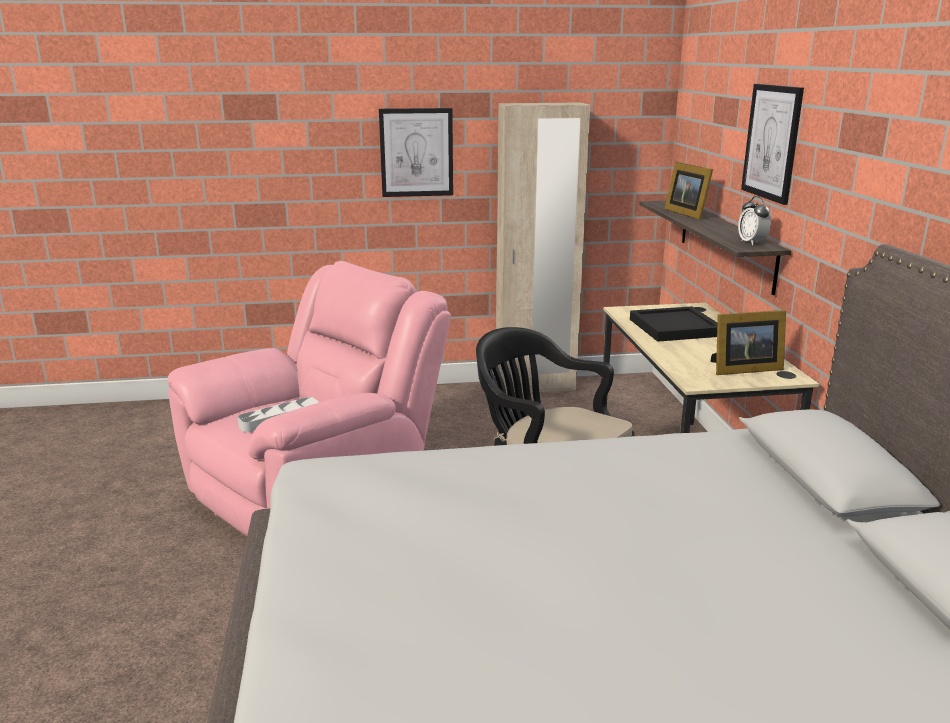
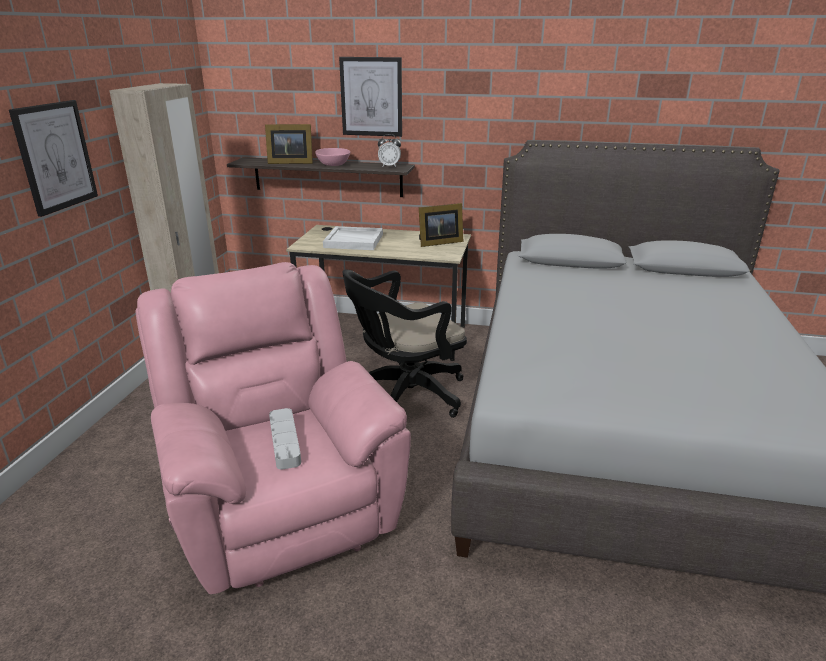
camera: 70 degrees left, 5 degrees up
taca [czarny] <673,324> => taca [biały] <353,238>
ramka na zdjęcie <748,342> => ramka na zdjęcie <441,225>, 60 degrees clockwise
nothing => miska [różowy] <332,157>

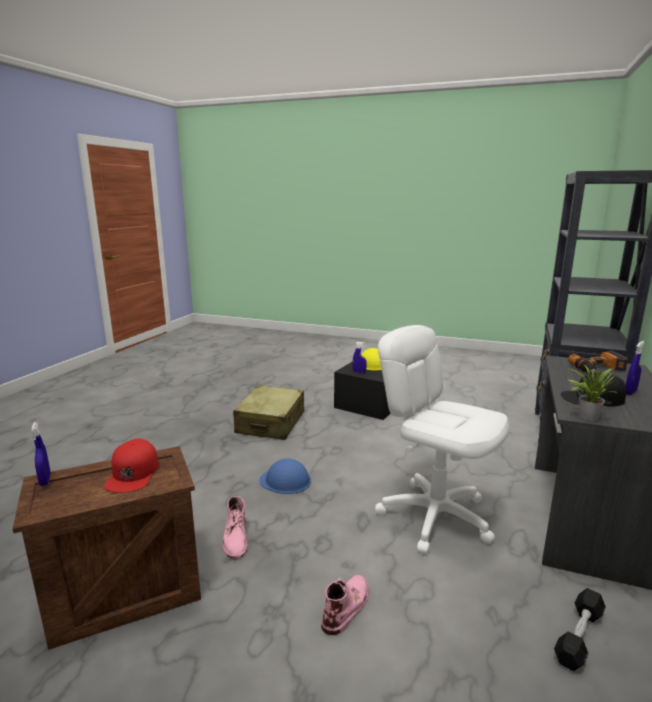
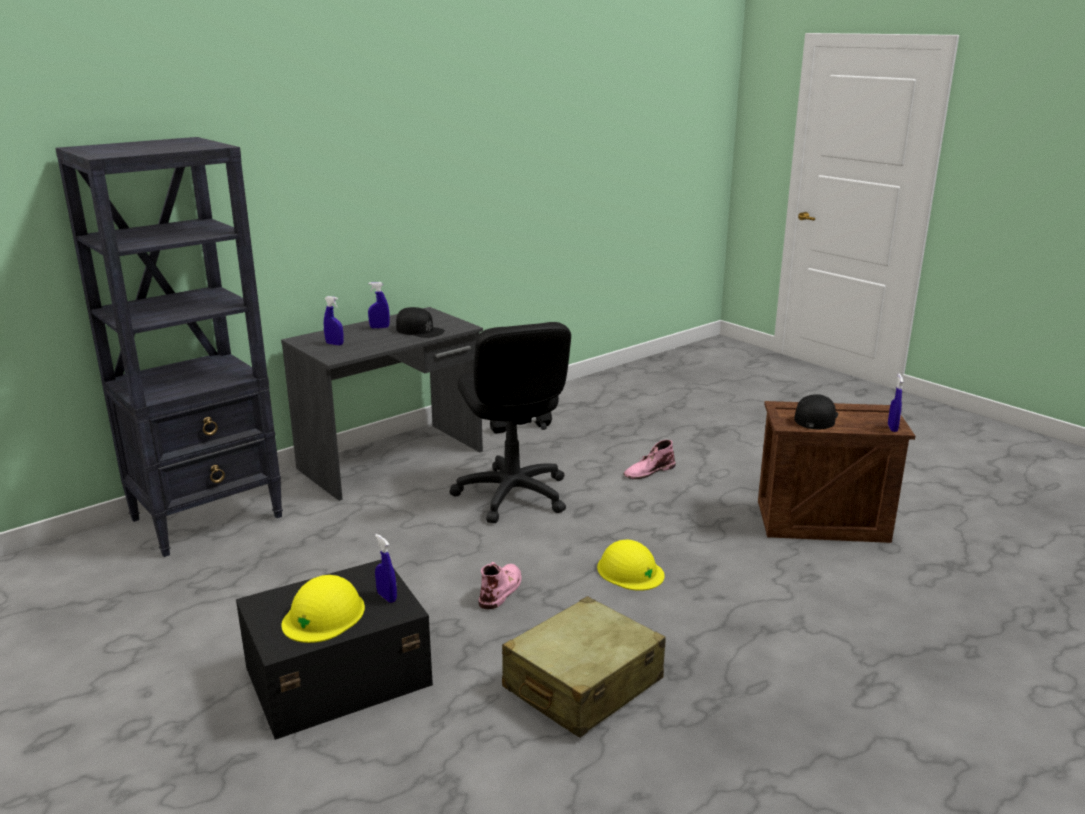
camera: 150 degrees left, 5 degrees up
czapka z daszkiem [czerwony] <131,466> => czapka z daszkiem [czarny] <816,411>
but z cholewką [różowy] <235,527> => but z cholewką [różowy] <500,585>, moved
kask [niebieski] <285,476> => kask [żółty] <631,565>
krzesło biurowe [biały] <442,439> => krzesło biurowe [czarny] <510,422>
wiertarka <598,362> => spryskiwacz [niebieski] <334,320>
roślina doniczkowa <592,393> => nothing

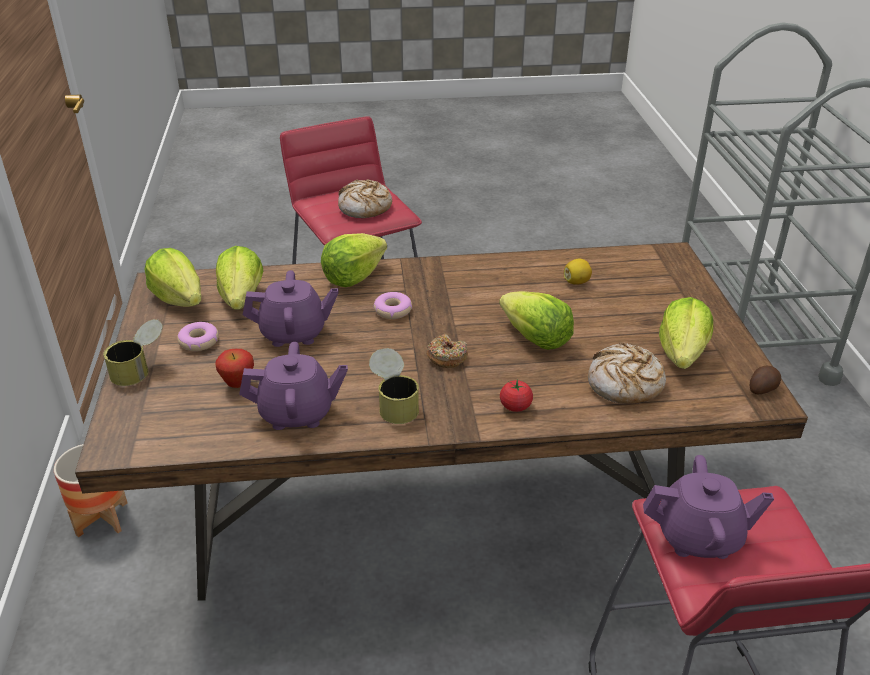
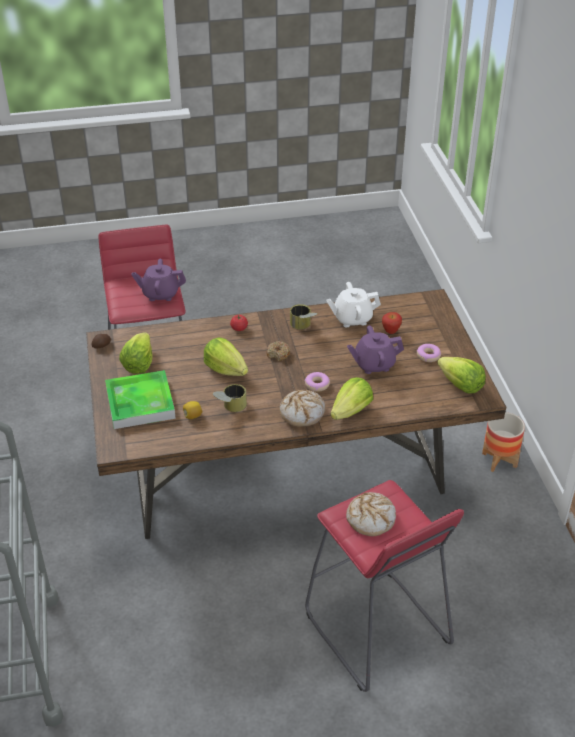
camera: 175 degrees right, 5 degrees up
puszka <133,352> => puszka <230,398>, moved
sałata <239,278> => nothing
imbryk [fioletowy] <293,386> => imbryk [biały] <353,304>
chleb <627,373> => chleb <302,408>, moved
nothing => taca <140,399>

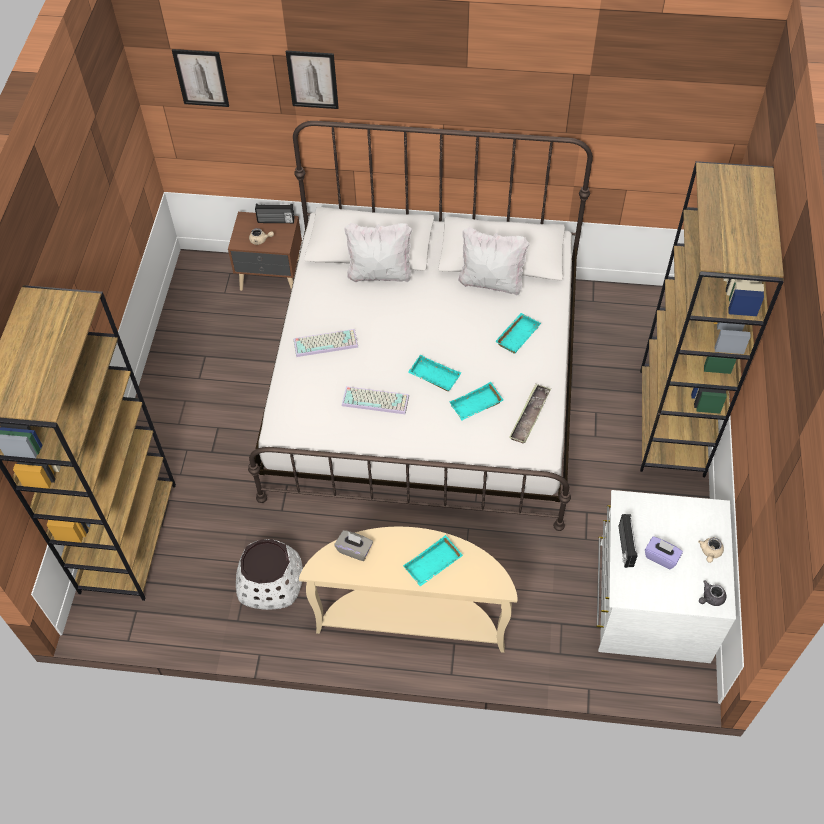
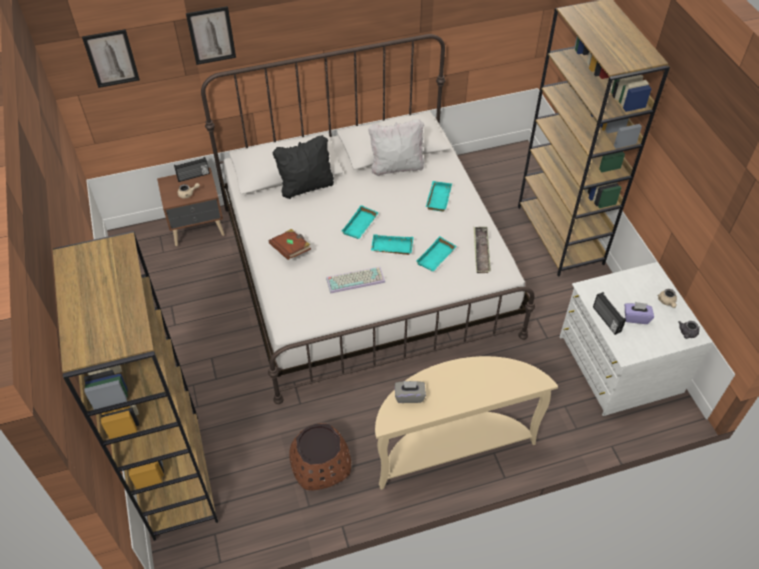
camera: 25 degrees left, 5 degrees down
donica [biały] <269,574> => donica [brązowy] <320,456>
klawiatura <326,343> => książka [brązowy] <290,244>
poduszka [biały] <378,253> => poduszka [czarny] <303,167>
taca [turkusowy] <433,561> => taca [turkusowy] <360,222>, moved

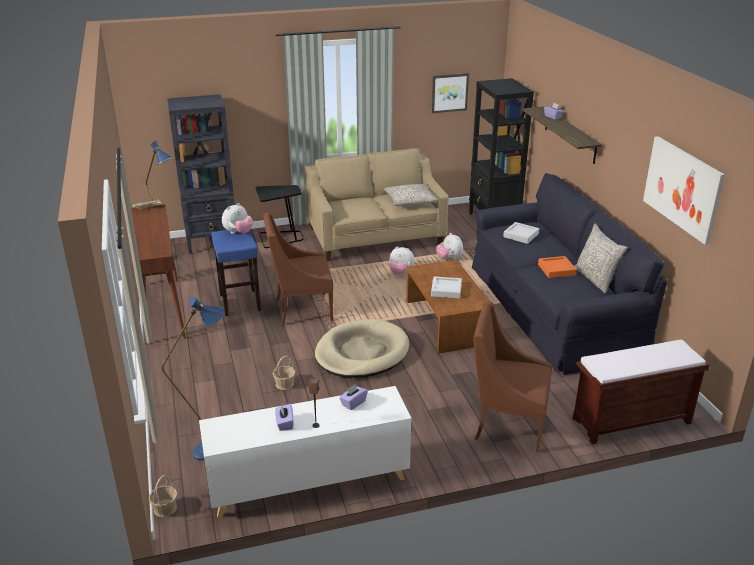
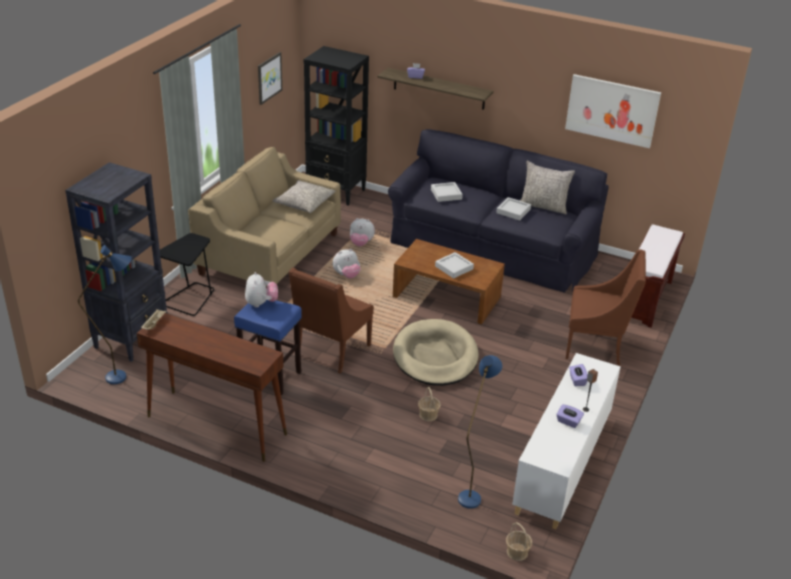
camera: 50 degrees left, 5 degrees up
fotel [brązowy] <512,377> => fotel [brązowy] <605,307>, 135 degrees counterclockwise
taca [pomarańczowy] <557,267> => taca [szary] <513,209>

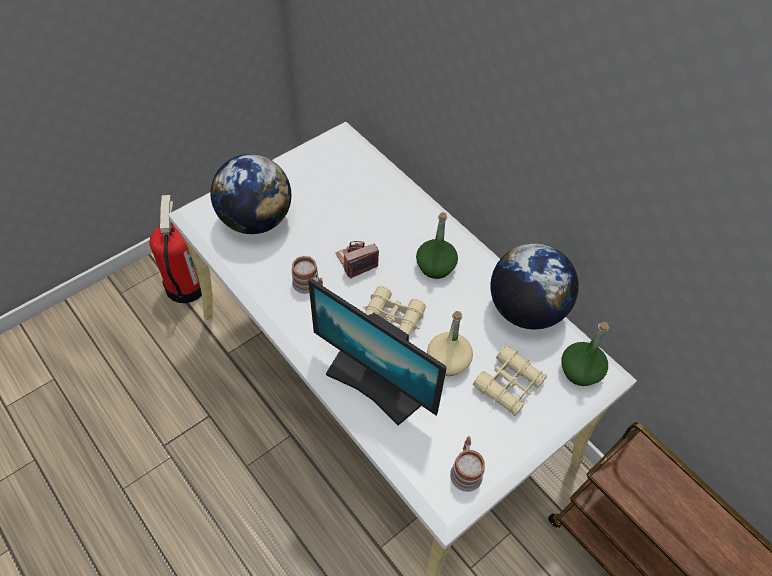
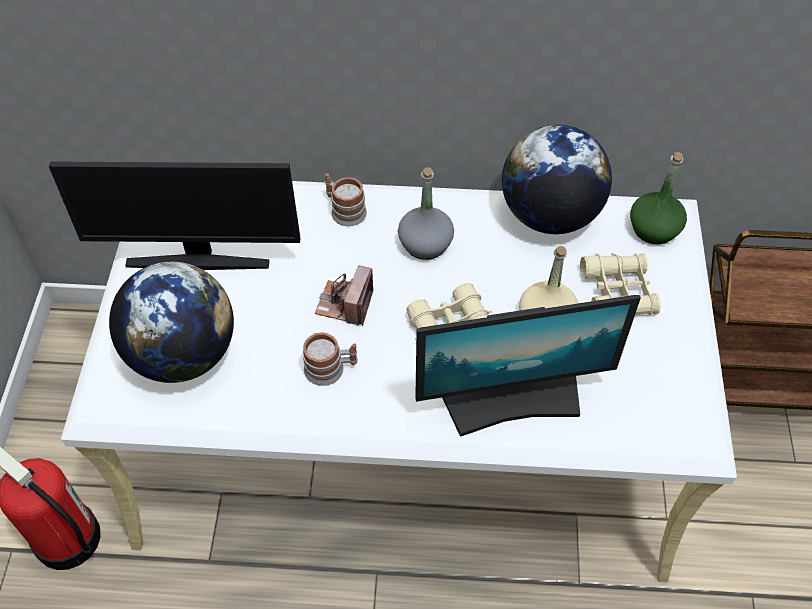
camera: 45 degrees left, 0 degrees up
butelka [zielony] <437,245> => butelka [szary] <426,213>
kubek <467,464> => kubek <346,199>, moved
nothing => monitor <174,215>

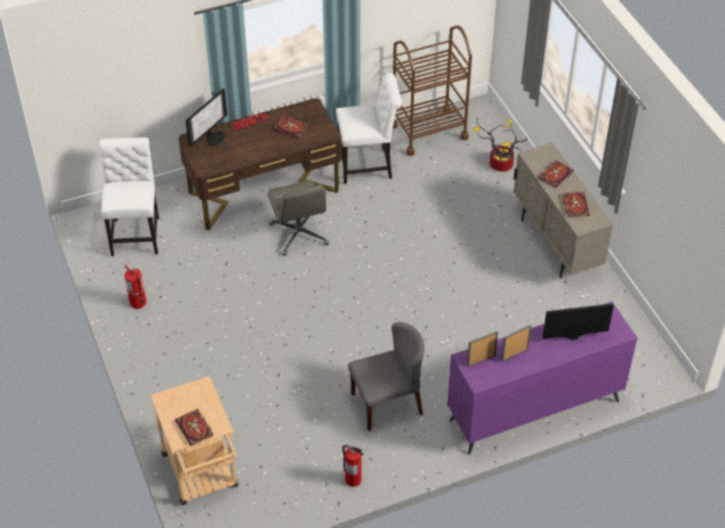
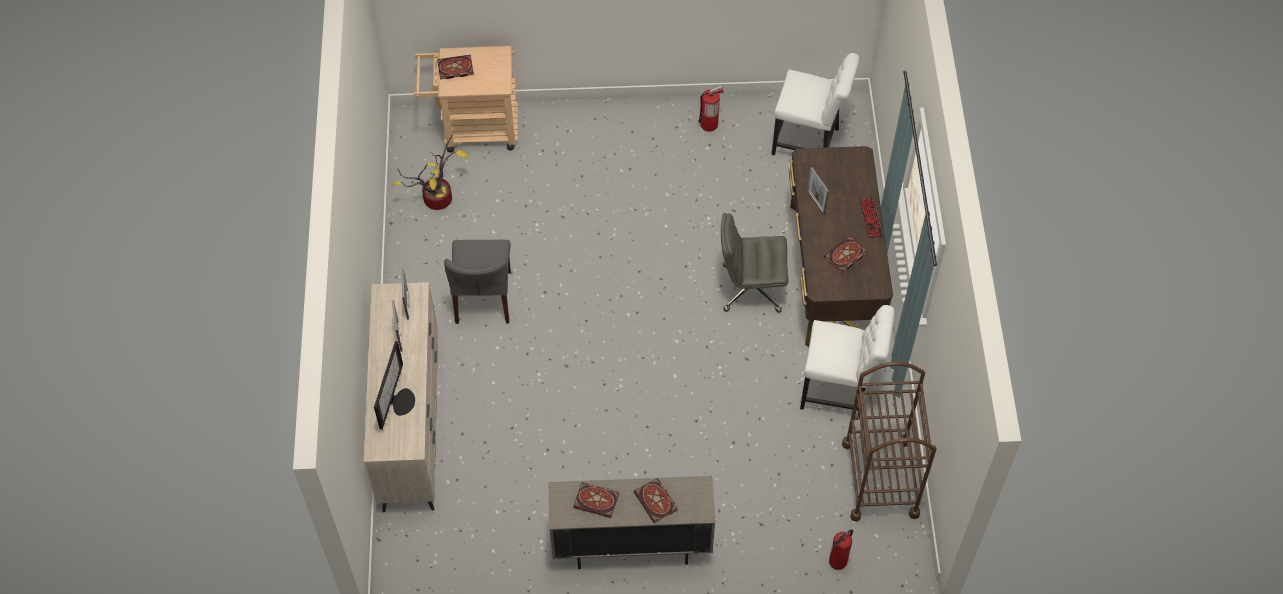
camera: 110 degrees right, 10 degrees up
monitor <206,118> => nothing
krzesło [biały] <369,128> => krzesło [biały] <847,360>, 90 degrees counterclockwise
gaśnica <353,466> => gaśnica <841,549>, moved
komoda [fioletowy] <542,378> => komoda [beżowy] <401,397>
roślina doniczkowa <500,144> => roślina doniczkowa <430,172>, moved
nothing => ramka na zdjęcie <818,190>

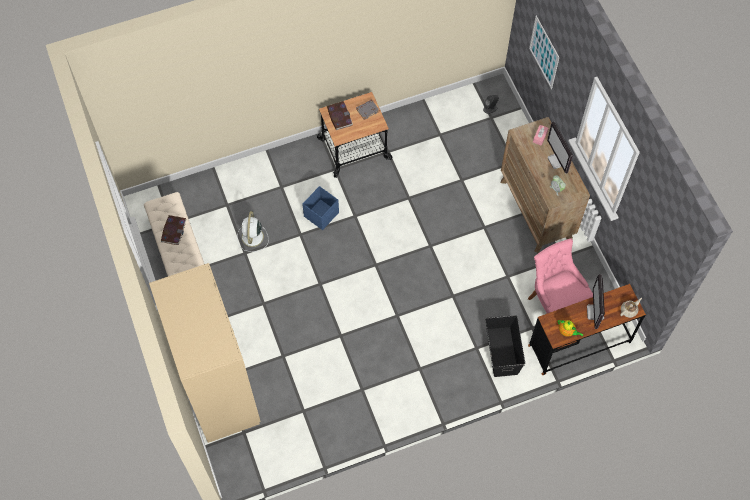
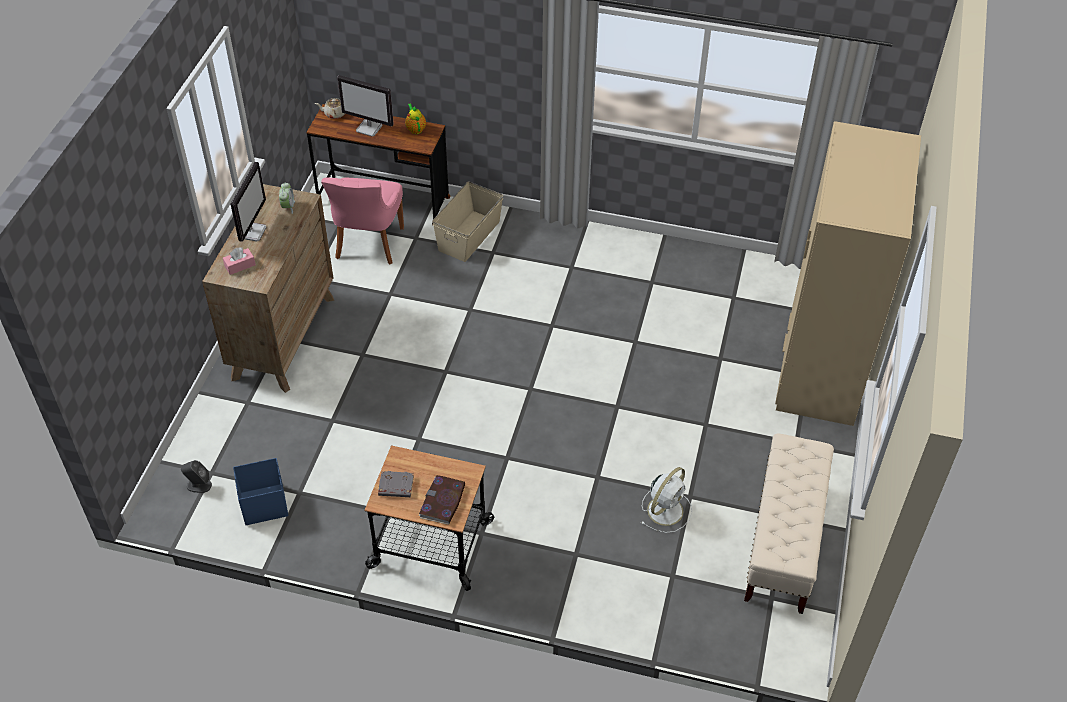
camera: 145 degrees left, 15 degrees down
książka <173,230> => nothing
pojemnik do przechowywania [niebieski] <320,208> => pojemnik do przechowywania [niebieski] <260,491>, moved
pojemnik do przechowywania [czarny] <505,346> => pojemnik do przechowywania [beżowy] <467,221>
obraz <544,52> => nothing
monitor <596,301> => monitor <365,106>, 75 degrees clockwise

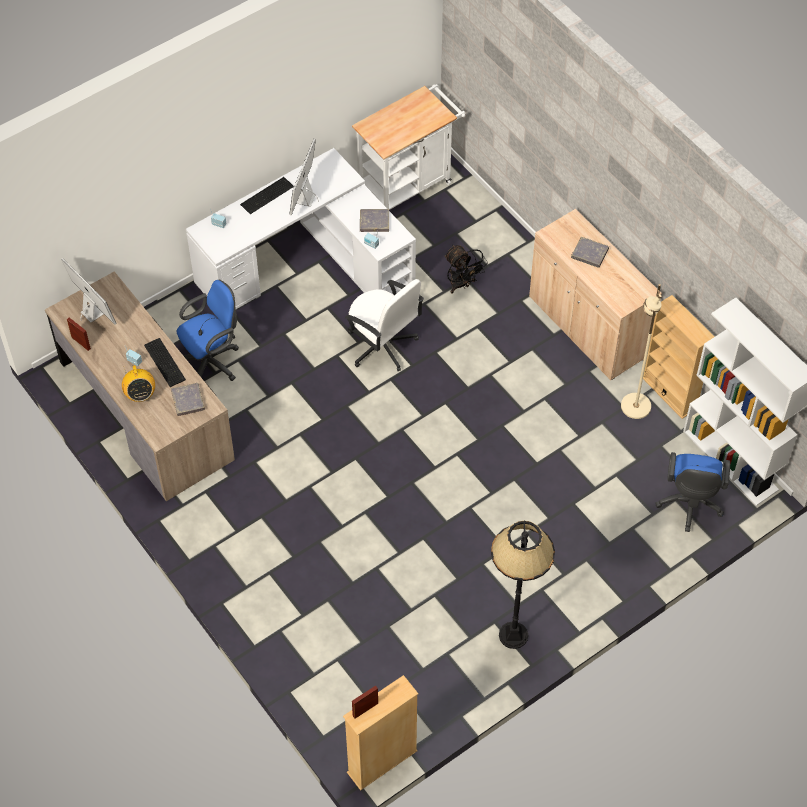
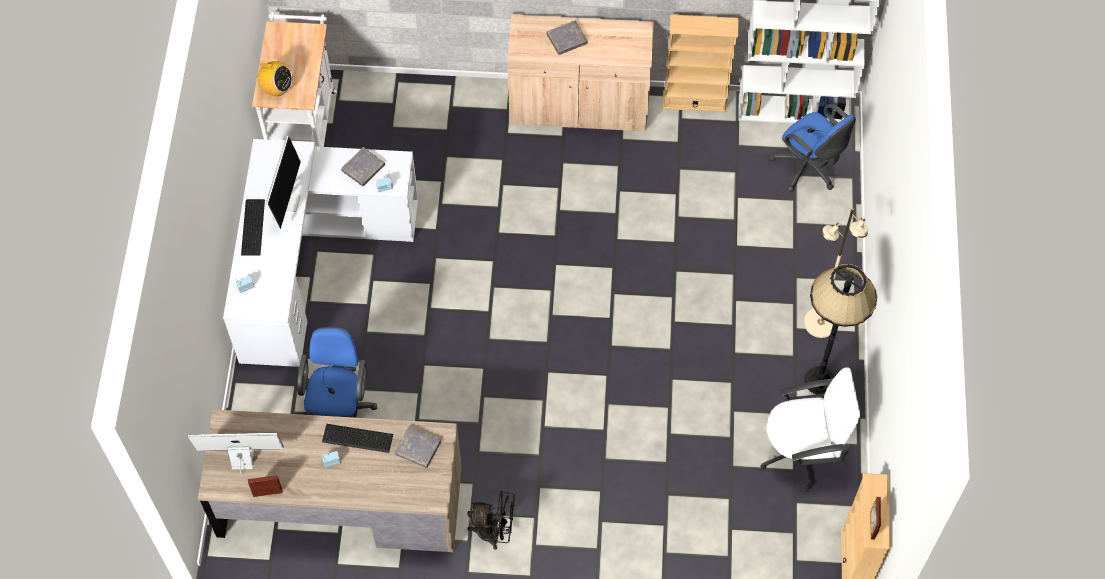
camera: 50 degrees left, 5 degrees up
radio <138,383> => radio <274,78>, moved
monitor <304,177> => monitor <283,182>, 135 degrees counterclockwise
krzesło biurowe [biały] <384,325> => krzesło biurowe [biały] <810,430>, moved
wentylator [czarny] <466,269> => wentylator [czarny] <491,520>, moved
lampa stojąca [beżowy] <641,351> => lampa stojąca [beżowy] <836,273>, moved

